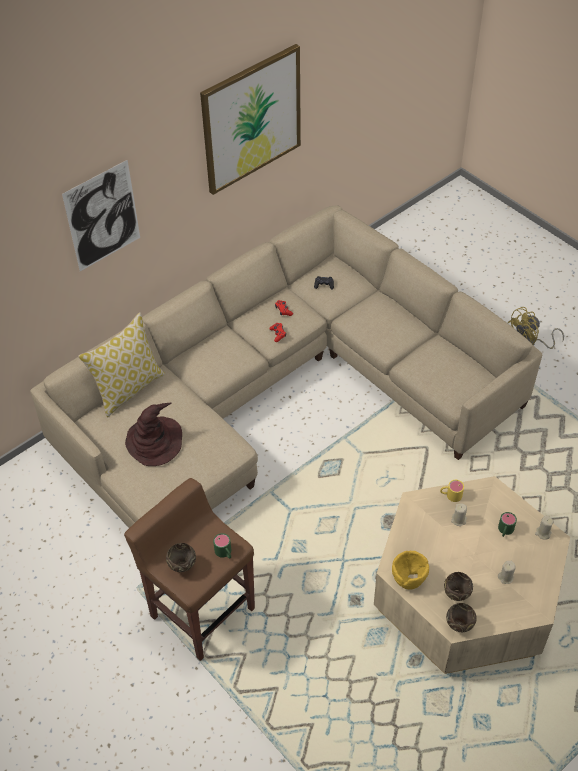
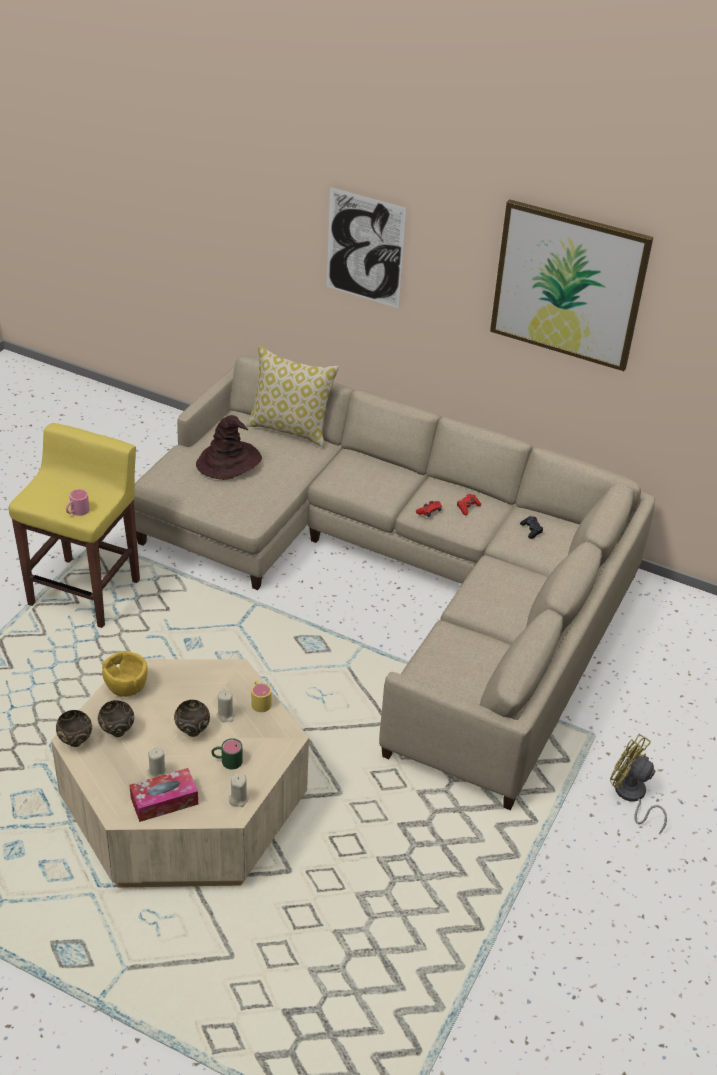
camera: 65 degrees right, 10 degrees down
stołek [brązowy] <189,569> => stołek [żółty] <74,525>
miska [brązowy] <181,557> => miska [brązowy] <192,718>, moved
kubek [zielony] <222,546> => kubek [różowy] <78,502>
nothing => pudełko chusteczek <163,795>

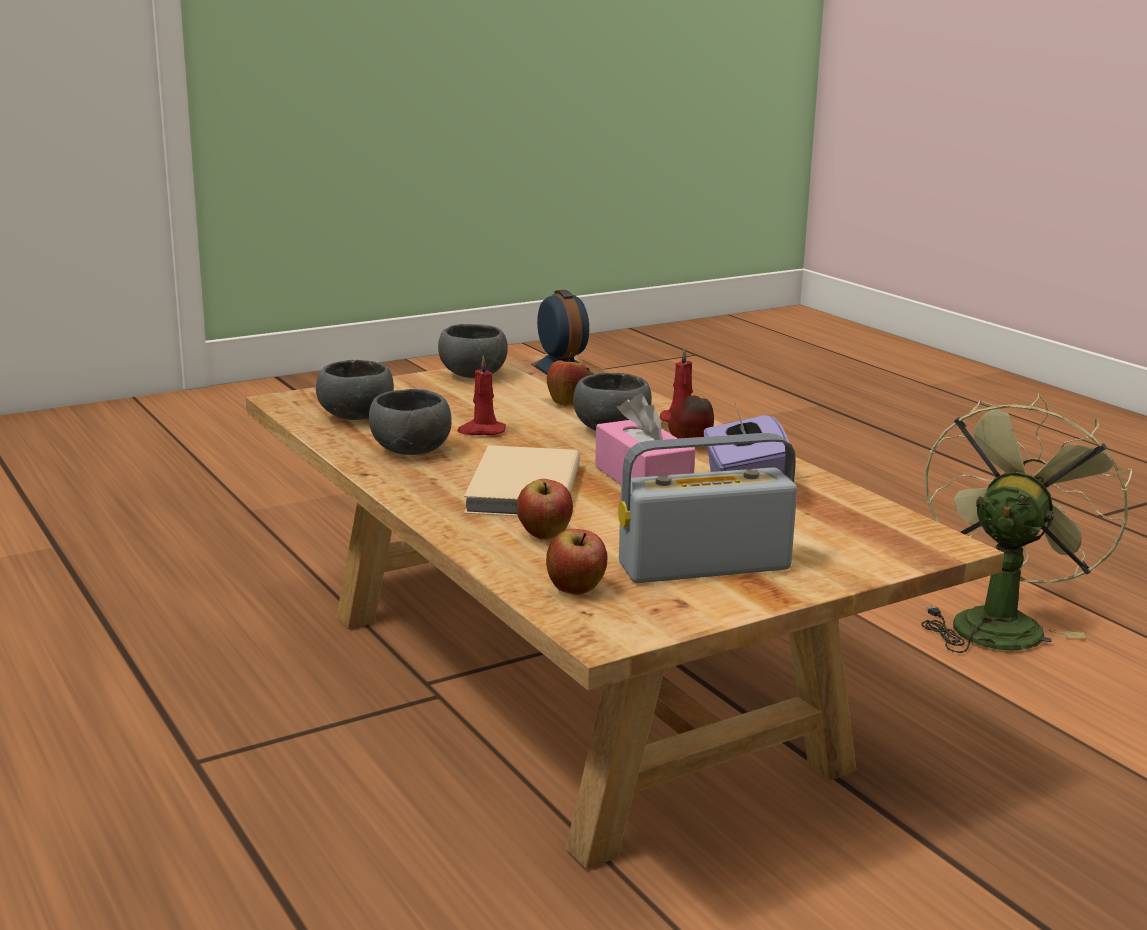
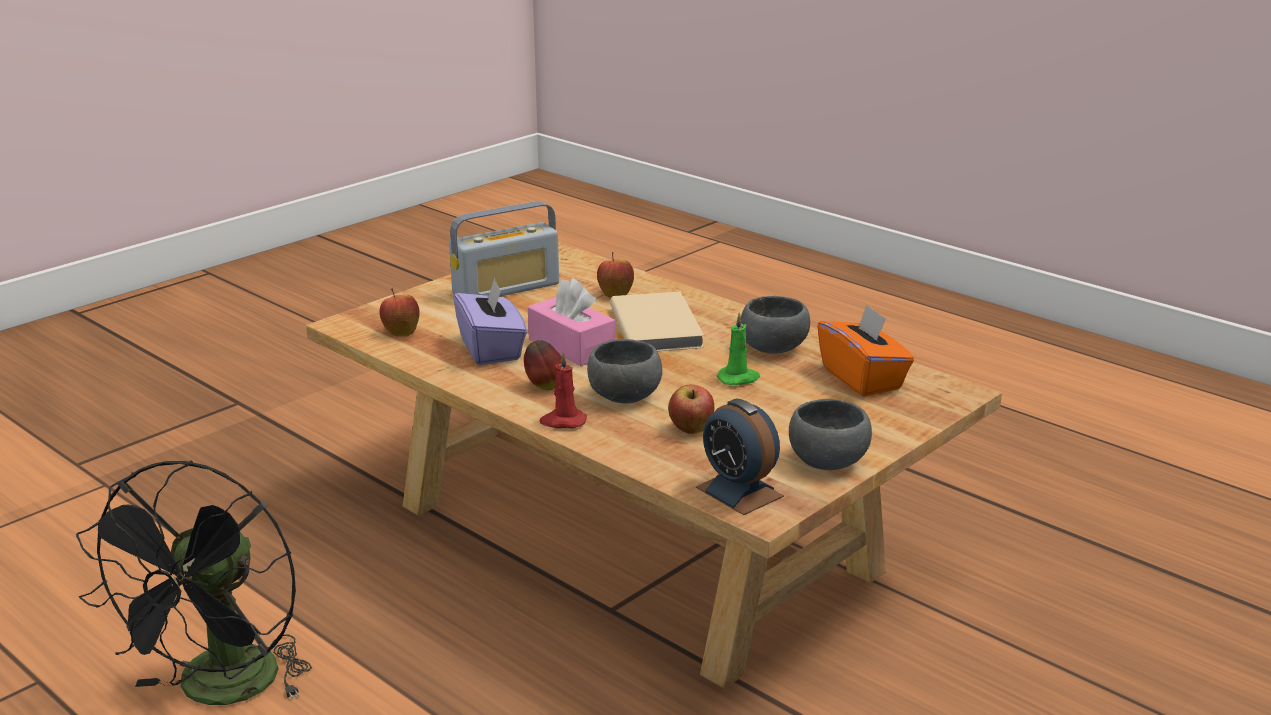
camera: 165 degrees right, 5 degrees up
miska [szary] <355,390> => pudełko chusteczek [pomarańczowy] <865,350>
świeca [czerwony] <481,395> => świeca [zielony] <738,348>
jabłko <576,562> => jabłko <400,312>, moved
wentylator [zielony] <1026,522> => wentylator [czarny] <194,582>

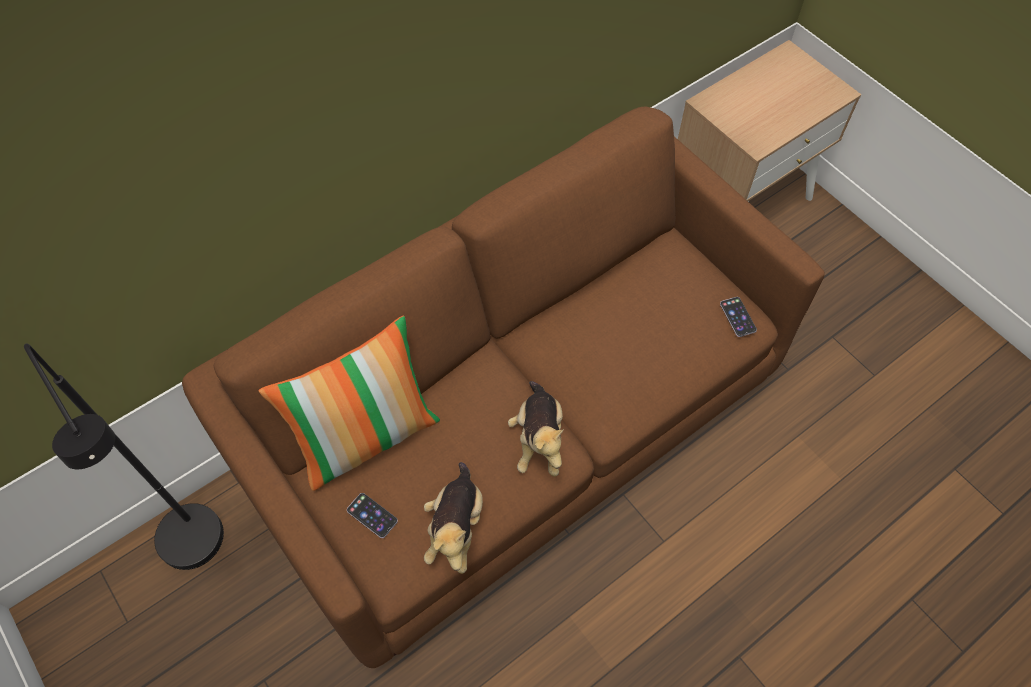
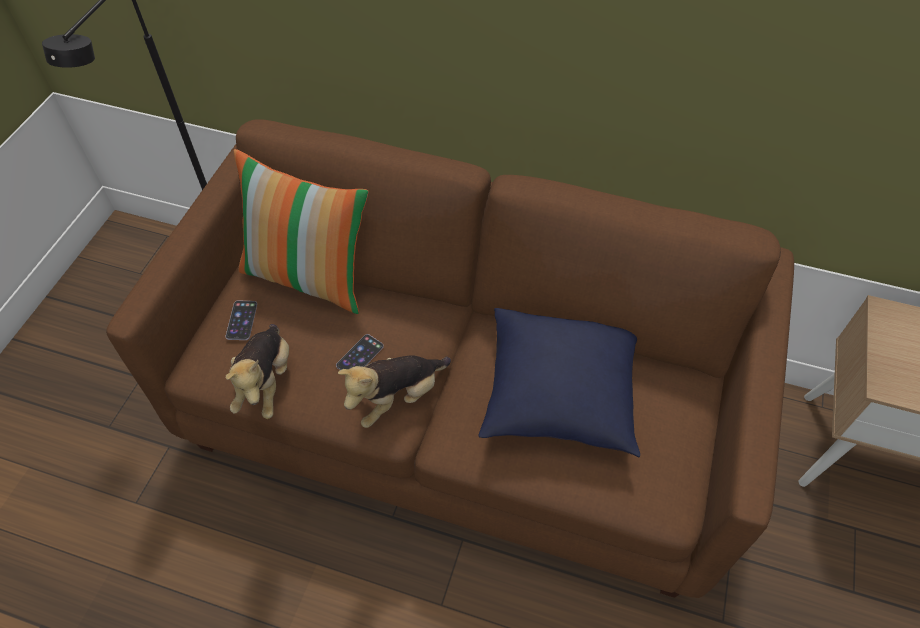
camera: 55 degrees right, 5 degrees down
pluszak <453,518> => pluszak <257,371>, 60 degrees counterclockwise
telefon <738,317> => telefon <360,352>, moved
nothing => poduszka [niebieski] <559,382>

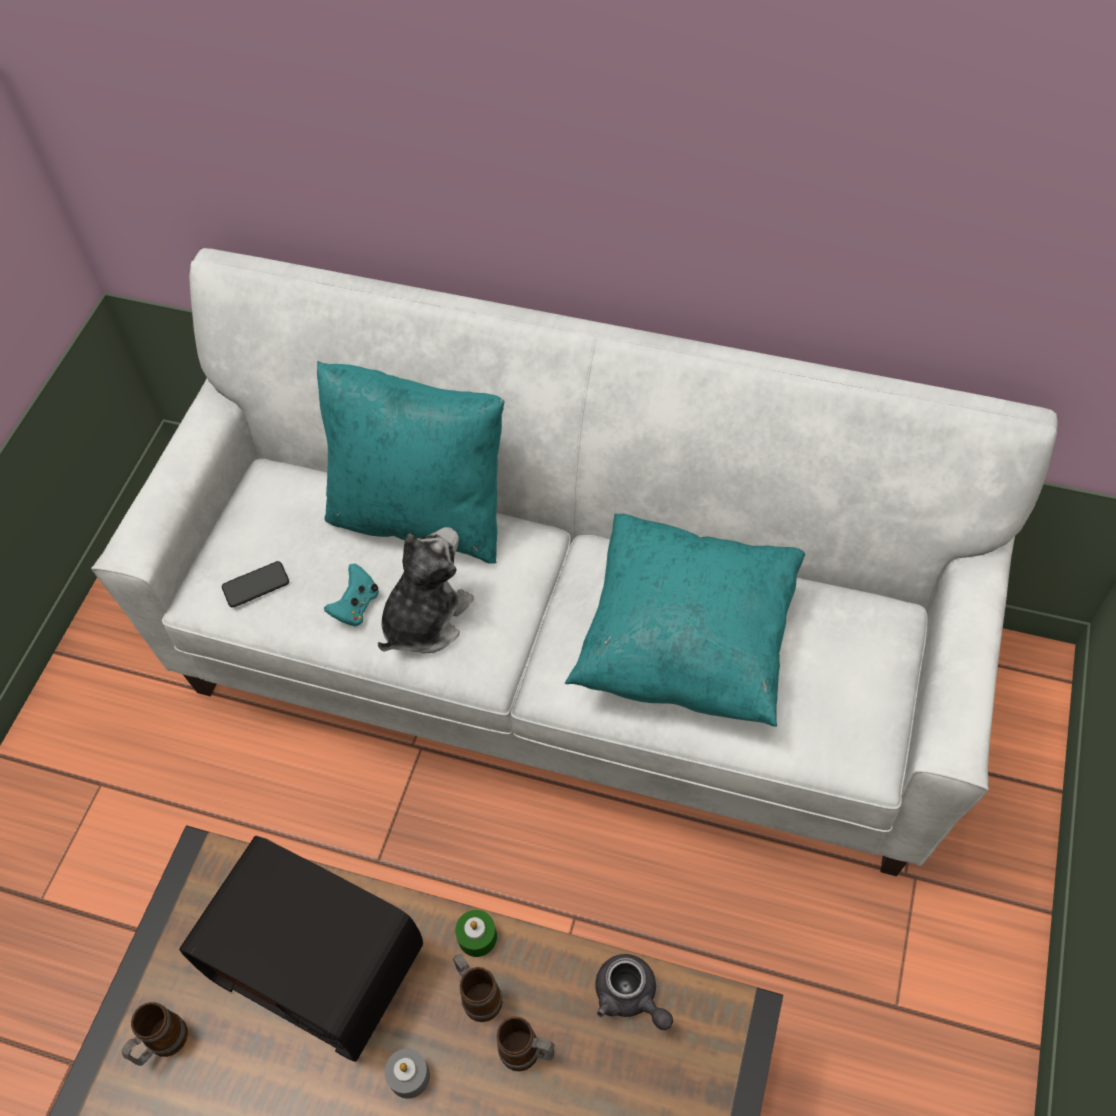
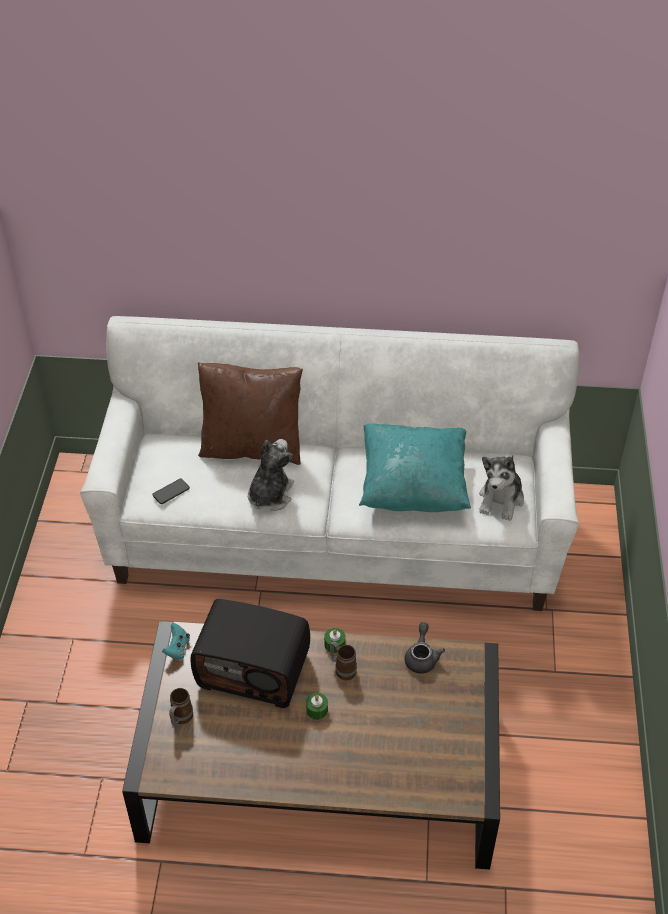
camera: 15 degrees left, 10 degrees down
poduszka [turkusowy] <411,462> => poduszka [brązowy] <250,413>
pad do gier [turkusowy] <351,595> => pad do gier [turkusowy] <176,641>, moved
świeca [szary] <407,1074> => świeca [zielony] <317,706>
kubek <525,1043> => nothing
imbryk [szary] <634,992> => imbryk [szary] <425,648>, 120 degrees counterclockwise
nothing => pluszak <501,488>

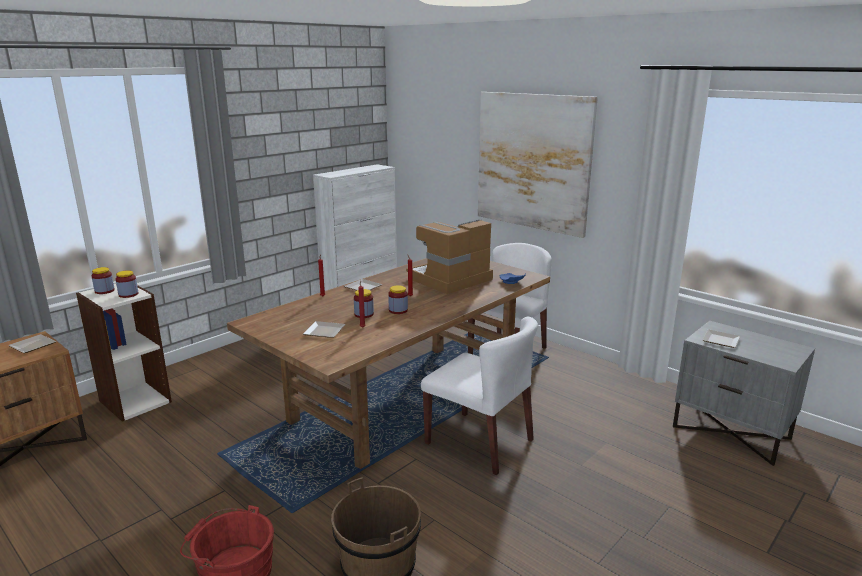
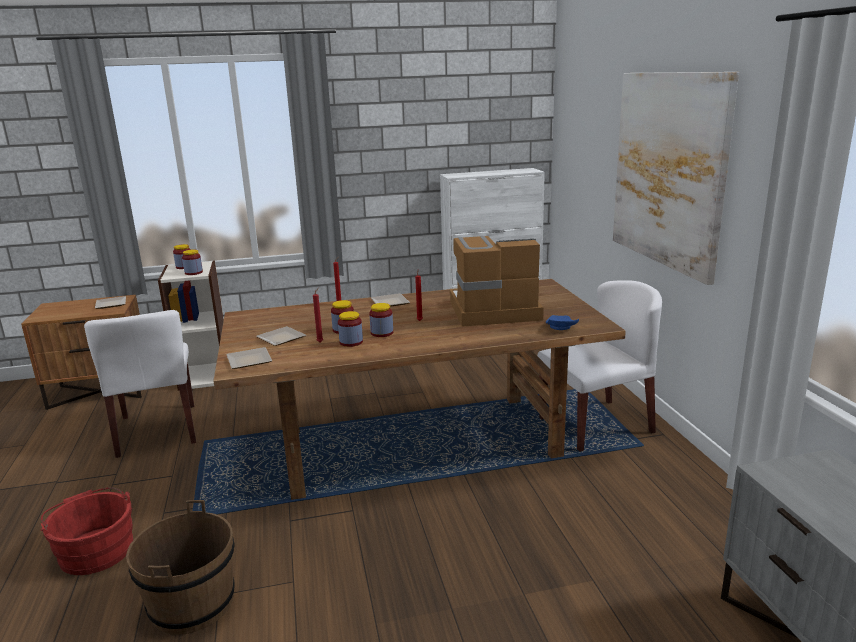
camera: 35 degrees right, 0 degrees up
krzesło [biały] <479,396> => krzesło [biały] <140,384>, moved
talerz <721,339> => talerz <249,358>, moved
nothing => słoik <350,329>

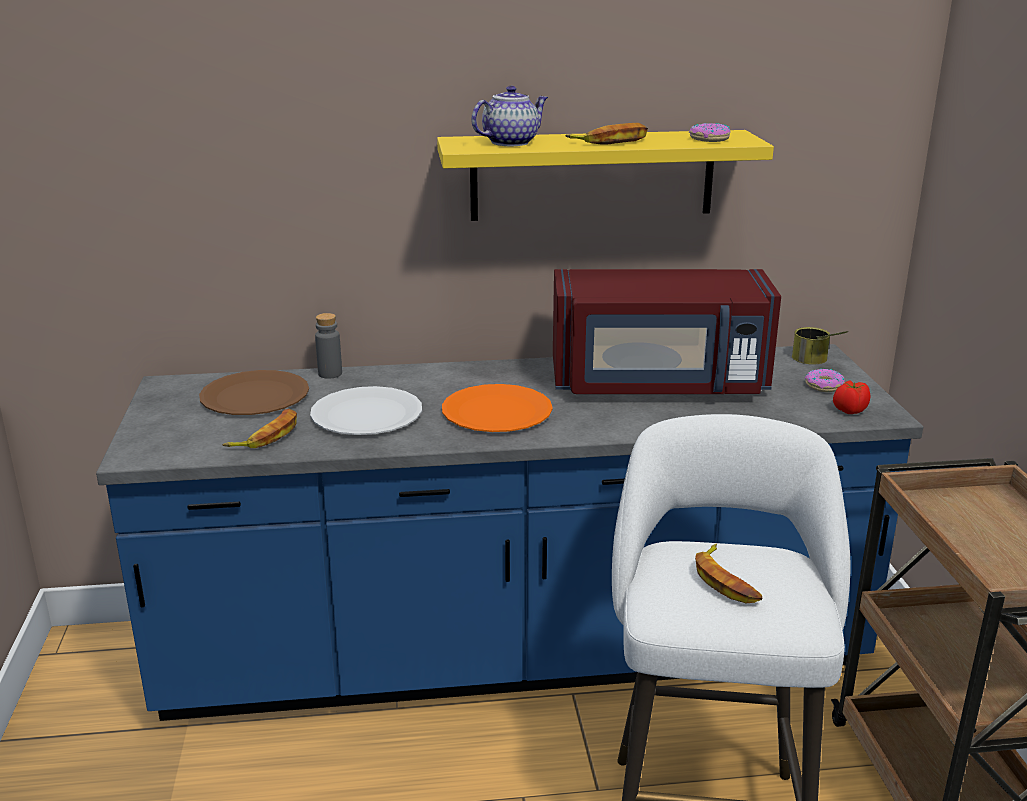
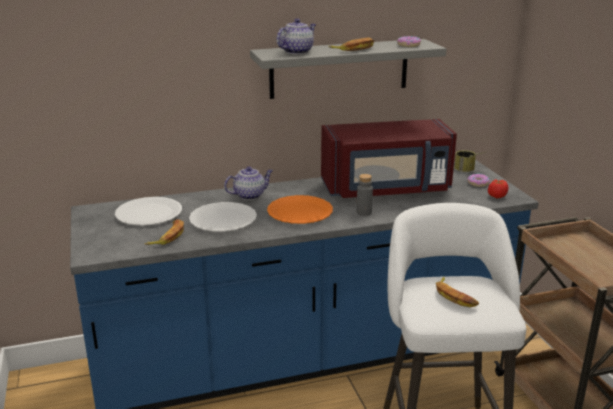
camera: 10 degrees left, 0 degrees up
talerz [brązowy] <254,392> => talerz [biały] <148,211>
butelka [szary] <328,346> => butelka [szary] <365,195>, moved
półka [żółty] <605,175> => półka [szary] <348,69>
nothing => imbryk <248,183>

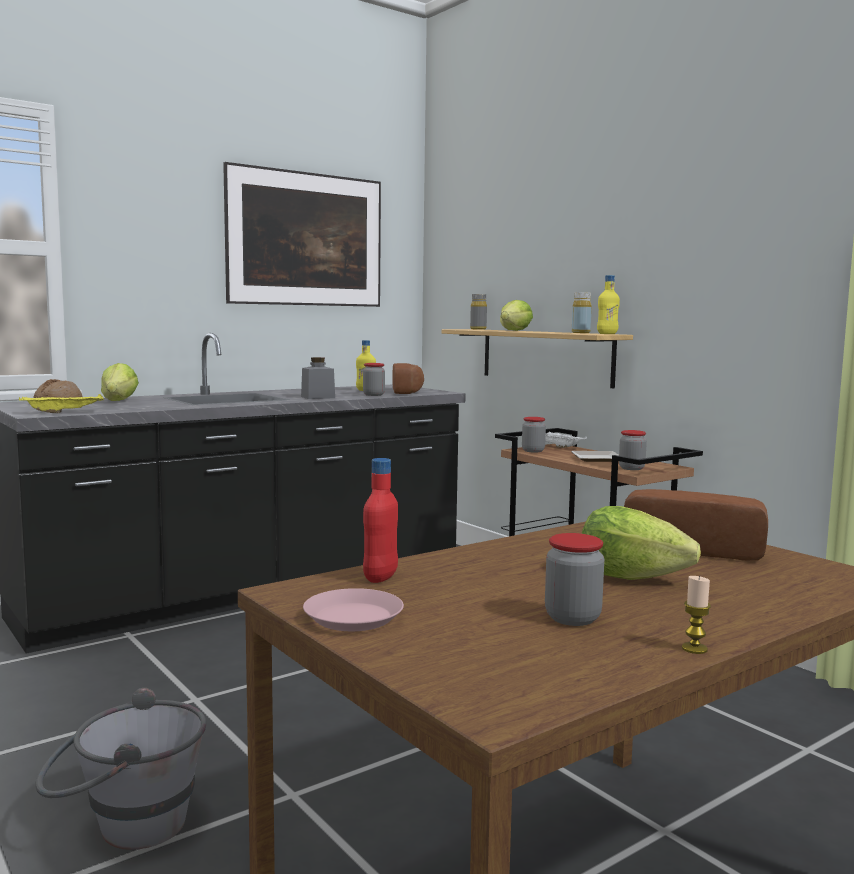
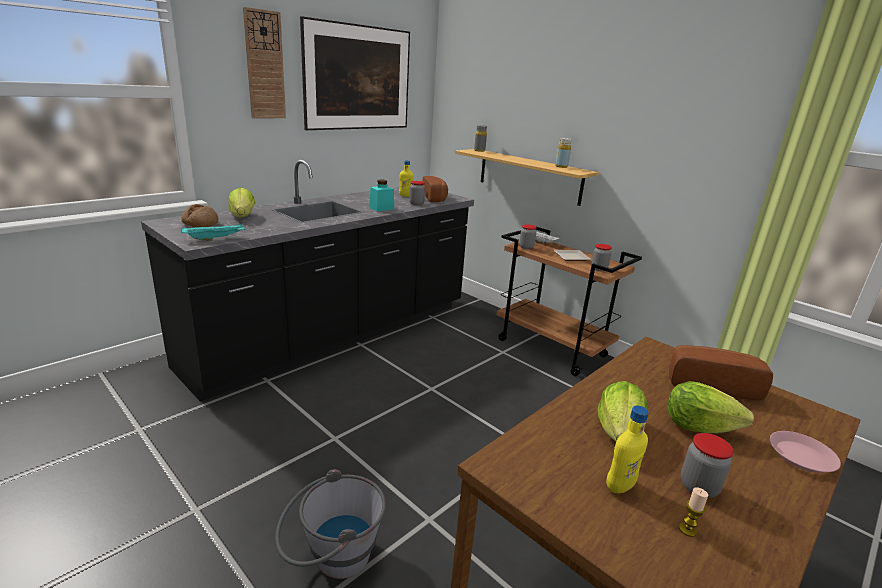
camera: 10 degrees left, 15 degrees up
taca [żółty] <61,403> => taca [turkusowy] <213,232>
słoik [szary] <318,378> => słoik [turkusowy] <381,195>
talerz [różowy] <353,609> => talerz [różowy] <805,452>, moved
butelka [czerwony] <380,520> => nothing
sałata <516,315> => sałata <622,411>, moved
butelka [żółty] <608,304> => butelka [żółty] <627,449>, moved
świeca <696,615> => świeca <694,512>, moved
nothing => zegar ścienny <264,63>

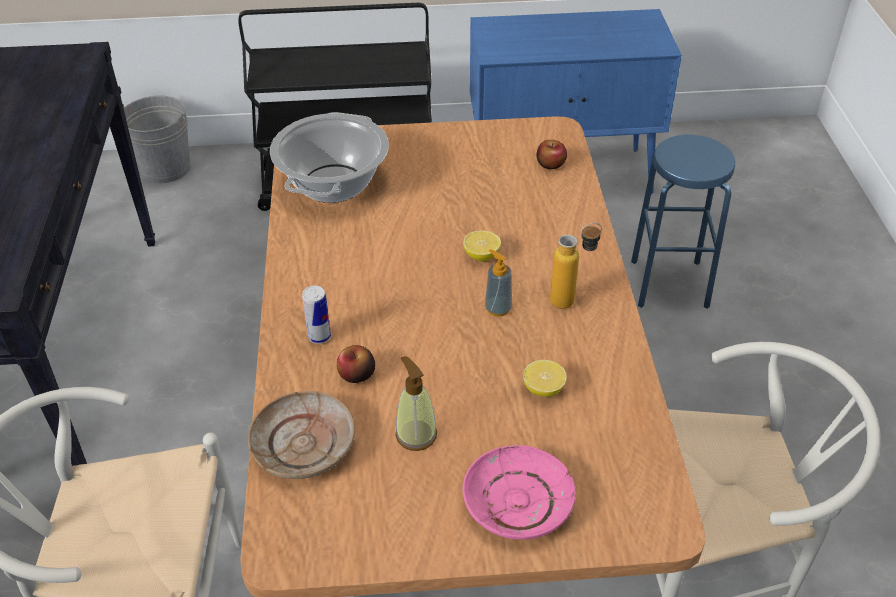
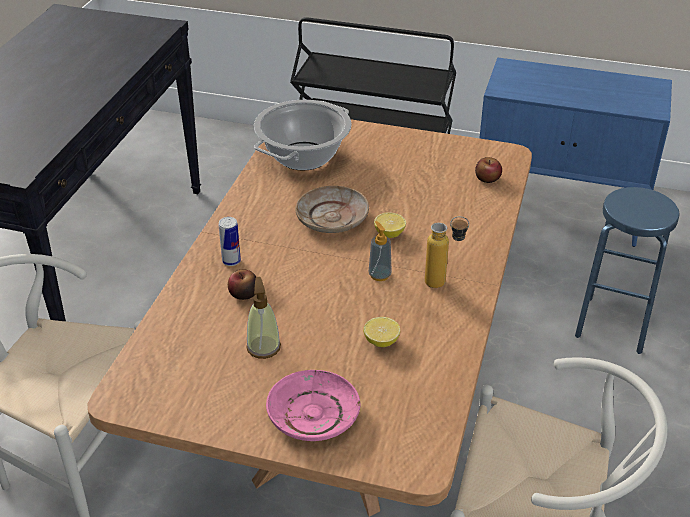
camera: 20 degrees right, 5 degrees down
wiadro [szary] <156,139> => nothing
talerz [beżowy] <301,435> => talerz [beżowy] <332,209>, moved

